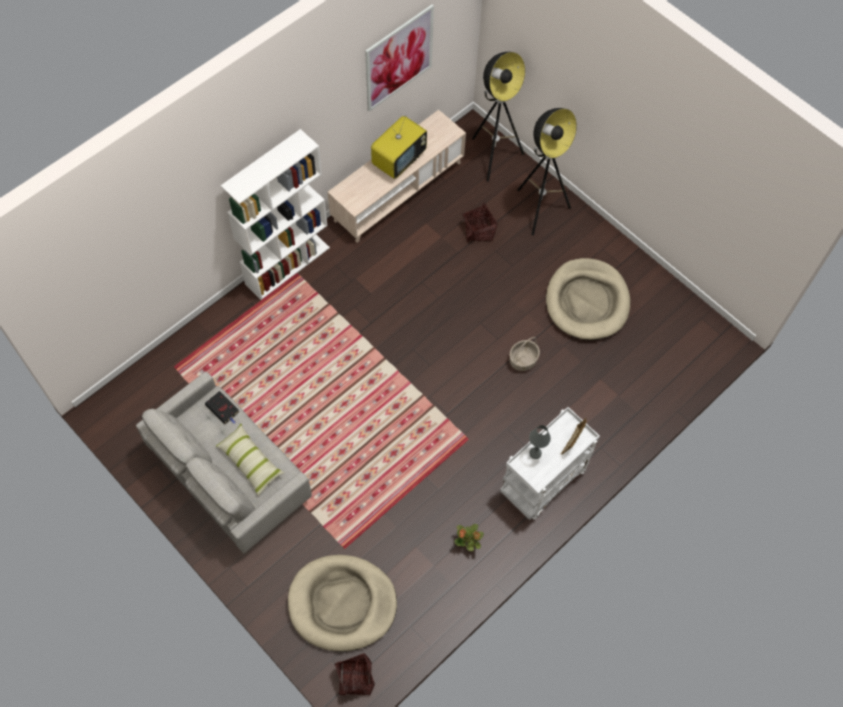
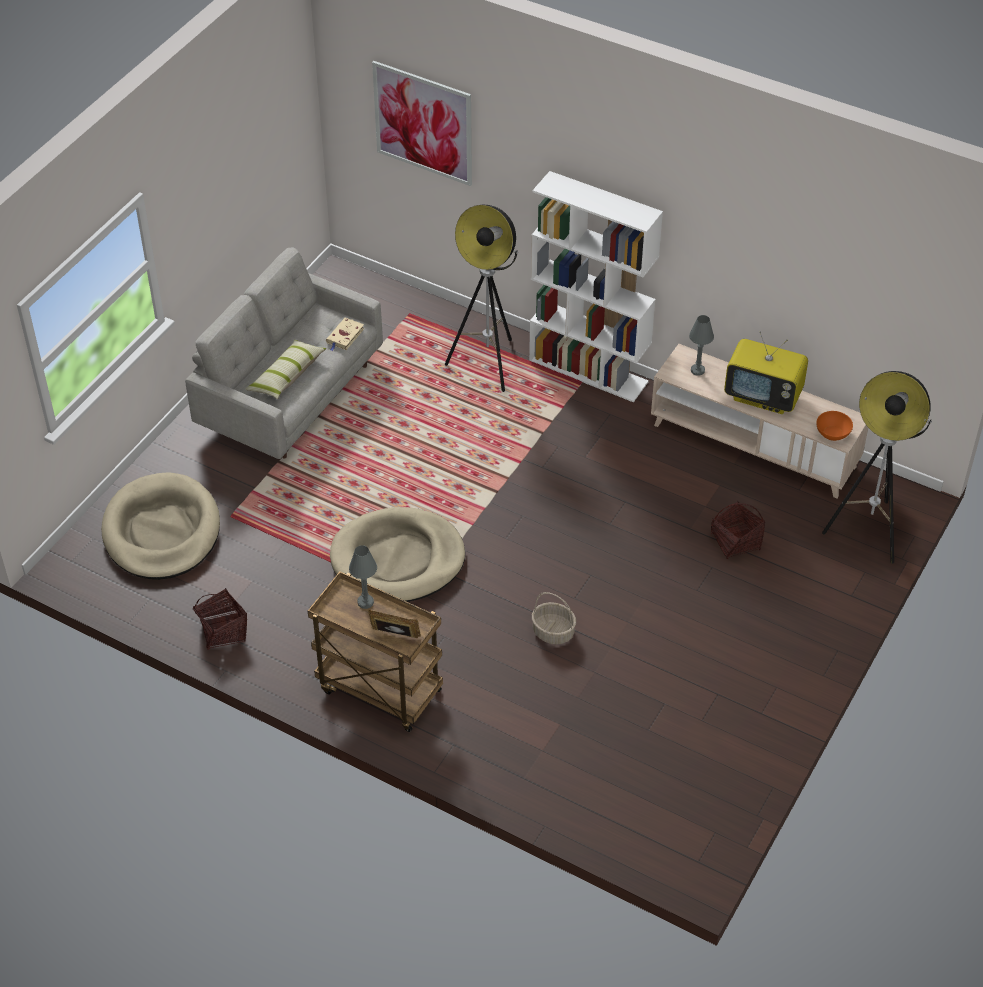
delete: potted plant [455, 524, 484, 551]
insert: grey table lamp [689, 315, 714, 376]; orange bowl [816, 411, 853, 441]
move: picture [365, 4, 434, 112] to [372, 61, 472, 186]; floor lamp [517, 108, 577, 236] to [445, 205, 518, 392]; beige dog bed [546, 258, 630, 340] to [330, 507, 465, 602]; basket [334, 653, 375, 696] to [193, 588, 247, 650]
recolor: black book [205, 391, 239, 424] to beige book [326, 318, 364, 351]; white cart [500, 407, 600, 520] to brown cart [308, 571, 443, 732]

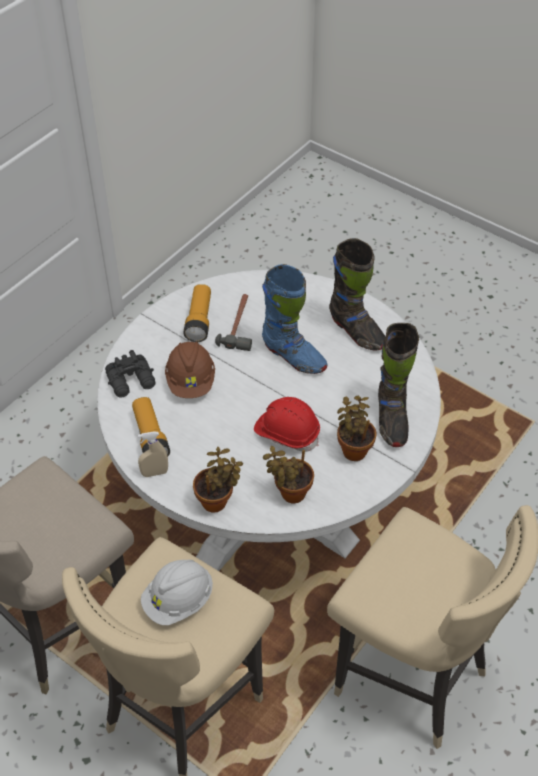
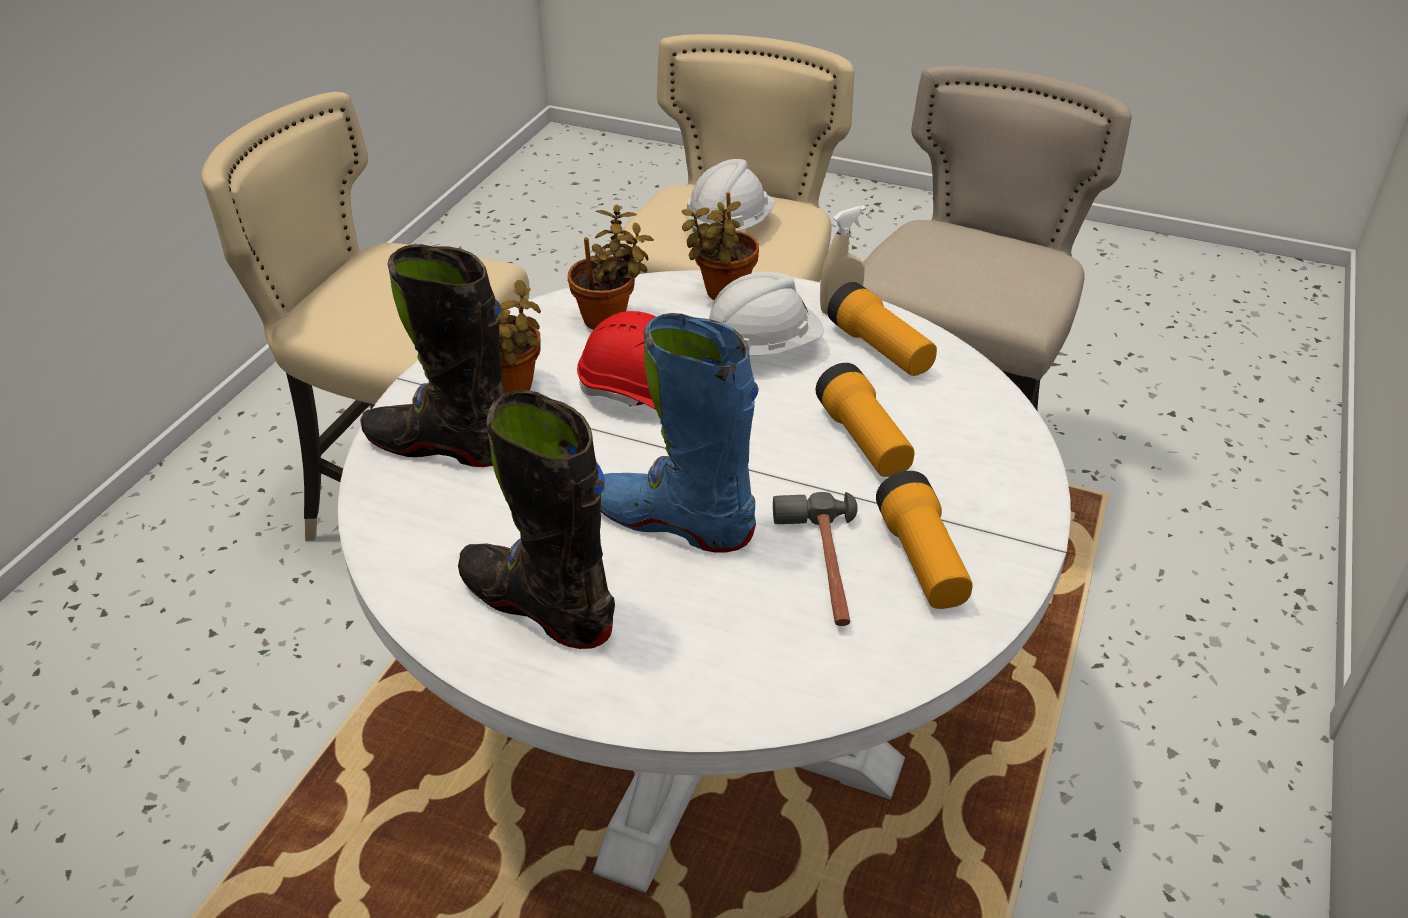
delete: black binoculars [105, 350, 156, 398]
insert: white hard hat [708, 272, 824, 356]
replace: brown hard hat [165, 342, 215, 398] to flashlight [816, 363, 914, 477]
rotate: black boot [378, 323, 419, 447] = [360, 244, 506, 467] 60 degrees counterclockwise

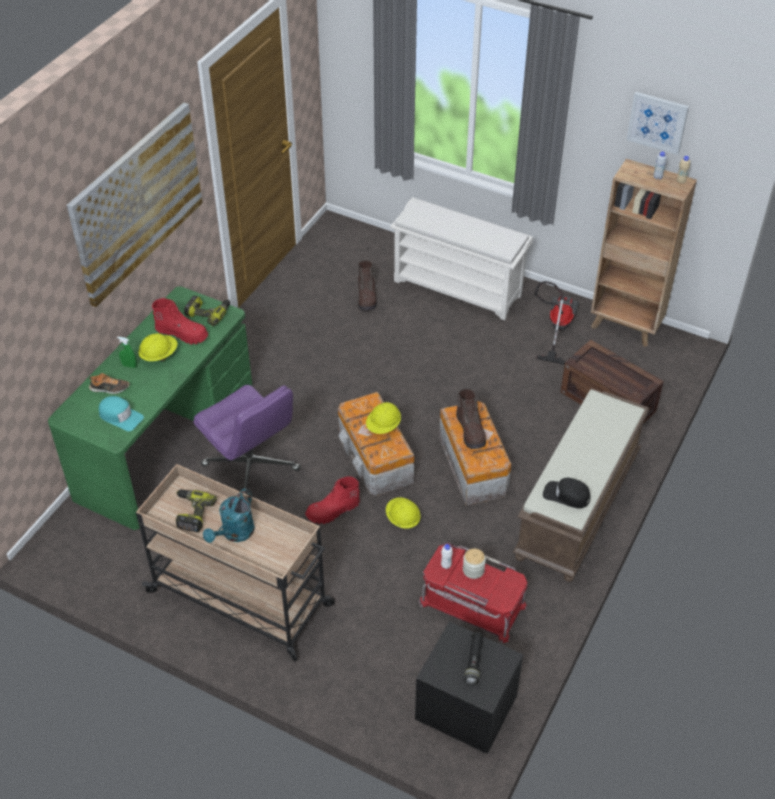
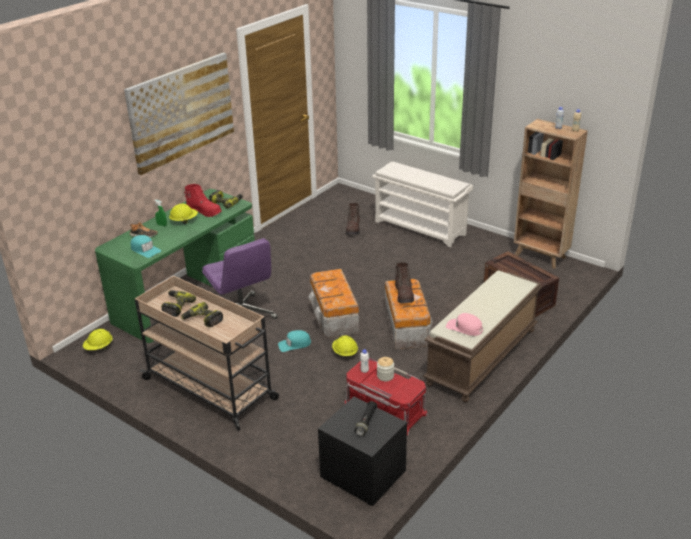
delete: picture [627, 92, 689, 155]; vacuum cleaner [535, 281, 579, 365]
move: yellow hard hat [366, 402, 401, 434] to [83, 329, 113, 350]
replace: red boot [305, 477, 360, 524] to turquoise cap [278, 330, 311, 352]; turquoise watering can [203, 488, 255, 543] to power drill [181, 302, 223, 327]
recolor: black cap [543, 478, 591, 508] to pink cap [446, 313, 483, 336]

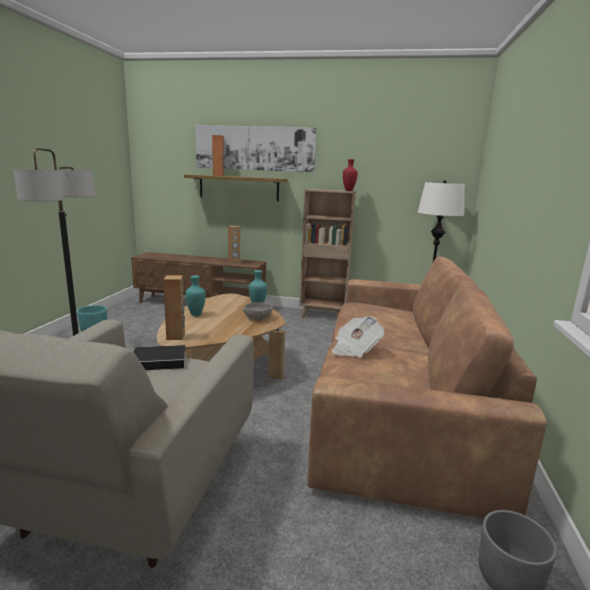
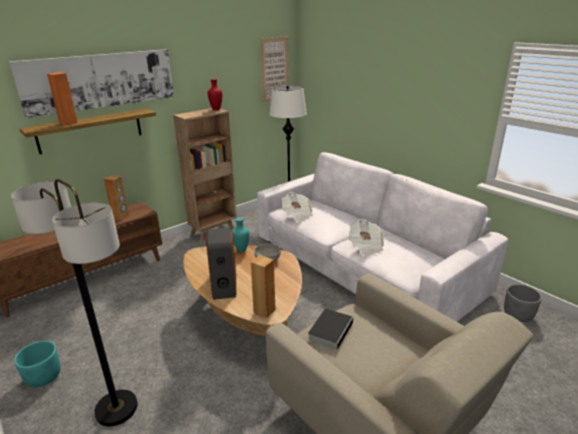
insert: picture [260, 36, 289, 103]; newspaper [282, 192, 313, 223]
replace: turquoise vase [185, 275, 206, 316] to speaker [205, 227, 236, 300]
recolor: brown sofa [307, 257, 547, 519] to white sofa [257, 152, 508, 322]

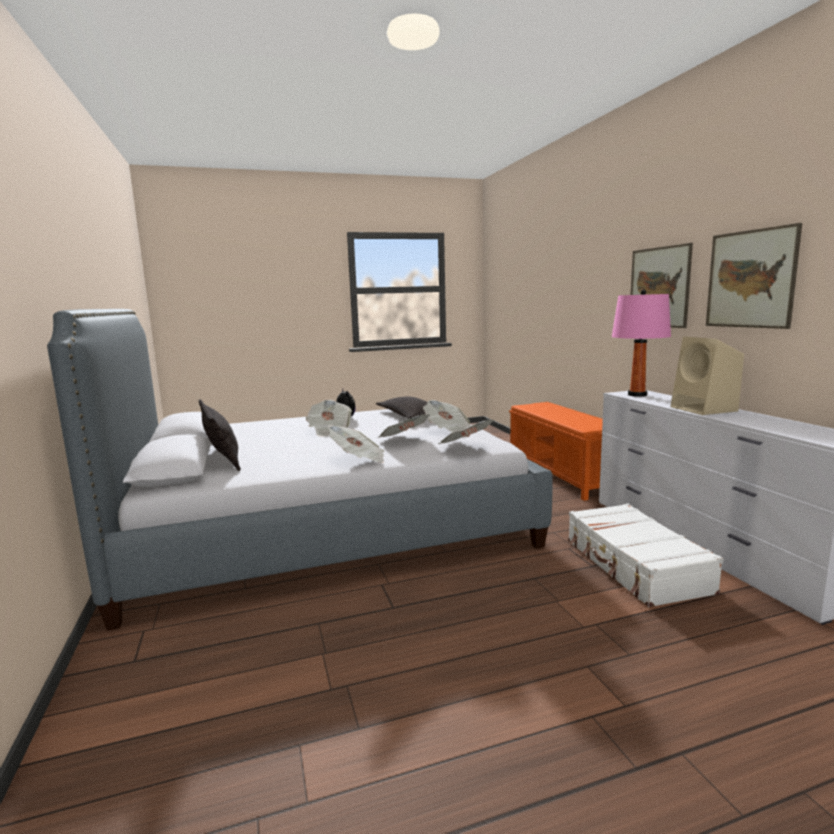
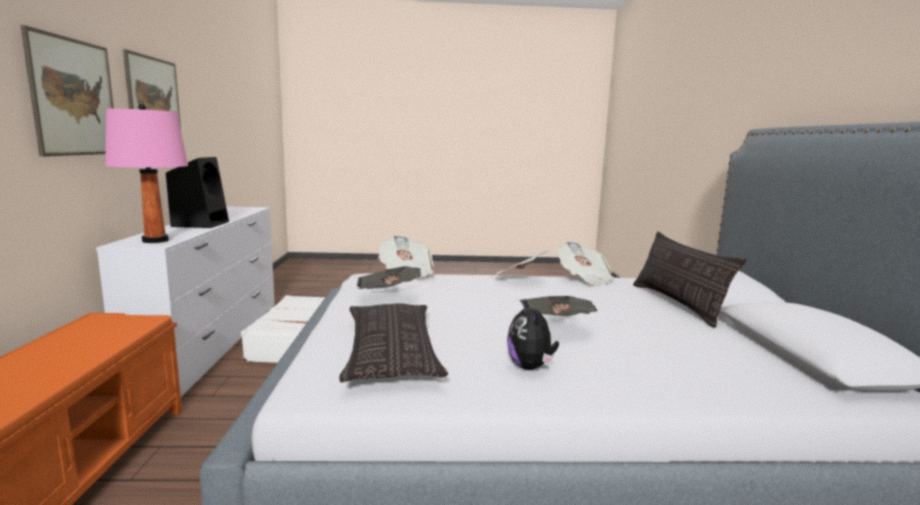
move: newspaper [379, 414, 430, 438] to [558, 241, 614, 287]
recolor: beige speaker [670, 337, 744, 415] to black speaker [166, 157, 229, 228]

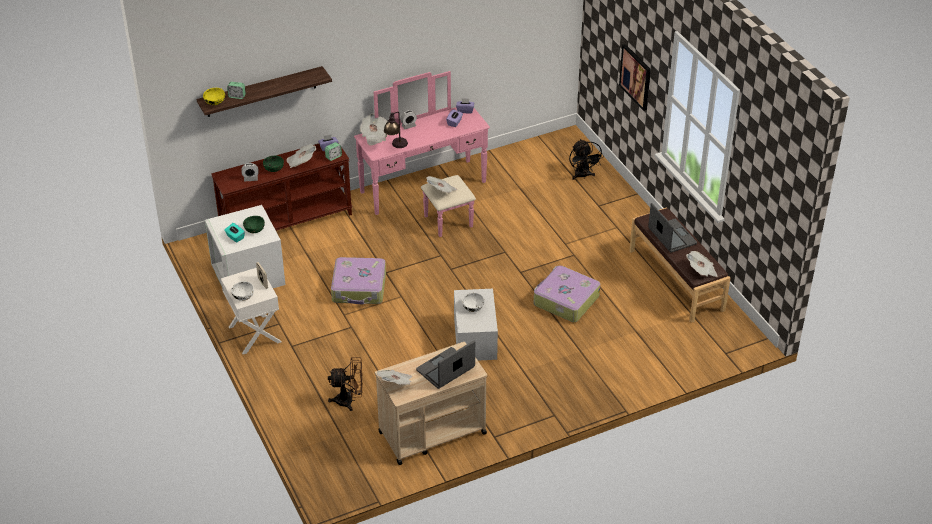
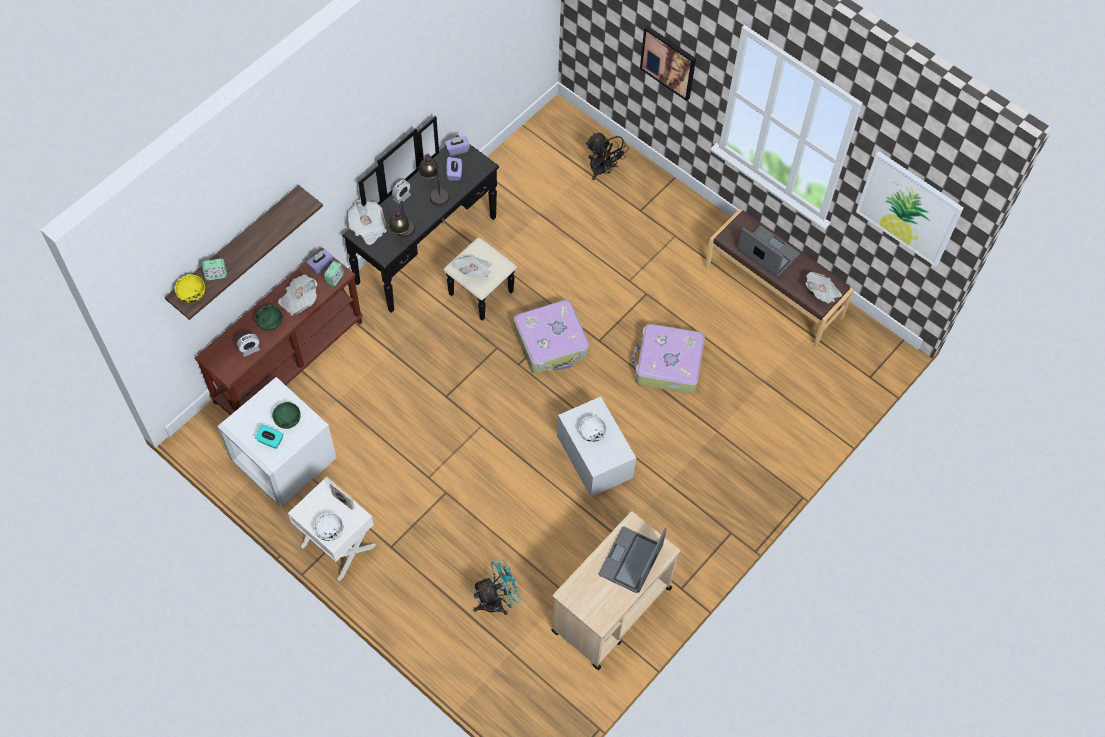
delete: newspaper [377, 370, 412, 385]
insert: picture [856, 151, 964, 267]; table lamp [418, 154, 450, 206]
move: suitcase [331, 257, 386, 305] to [514, 300, 589, 374]
recolor: pink dresser [354, 71, 490, 237] to black dresser [342, 116, 517, 321]; brown fan [328, 358, 362, 411] to turquoise fan [473, 559, 522, 615]

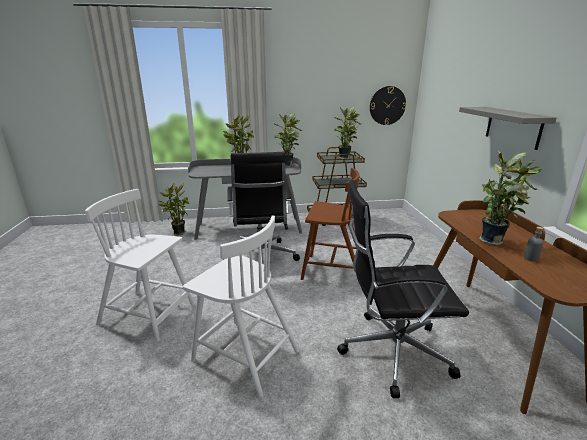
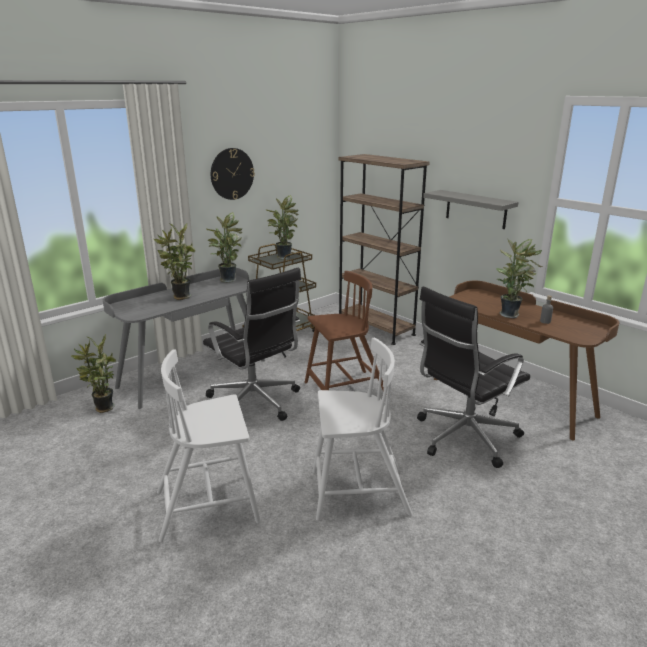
insert: brown bookcase [339, 154, 430, 345]
move: wall clock [370, 86, 406, 125] to [211, 148, 255, 200]

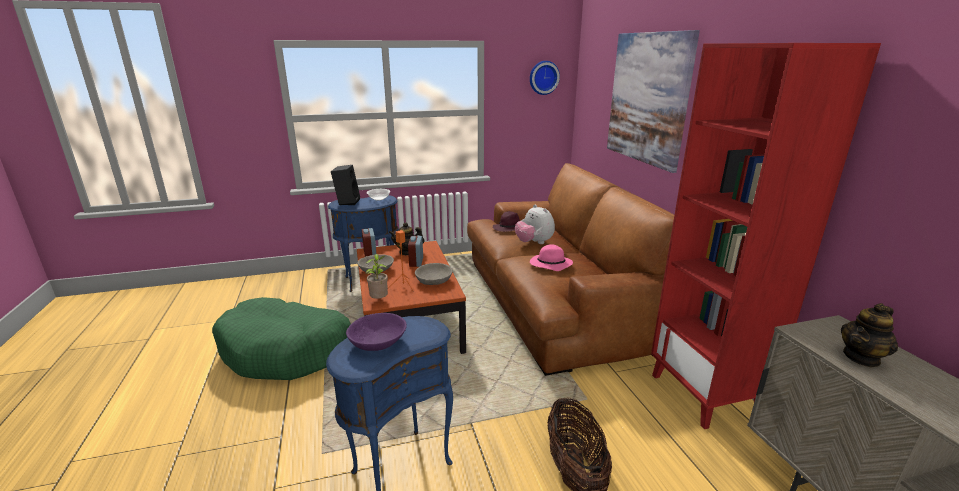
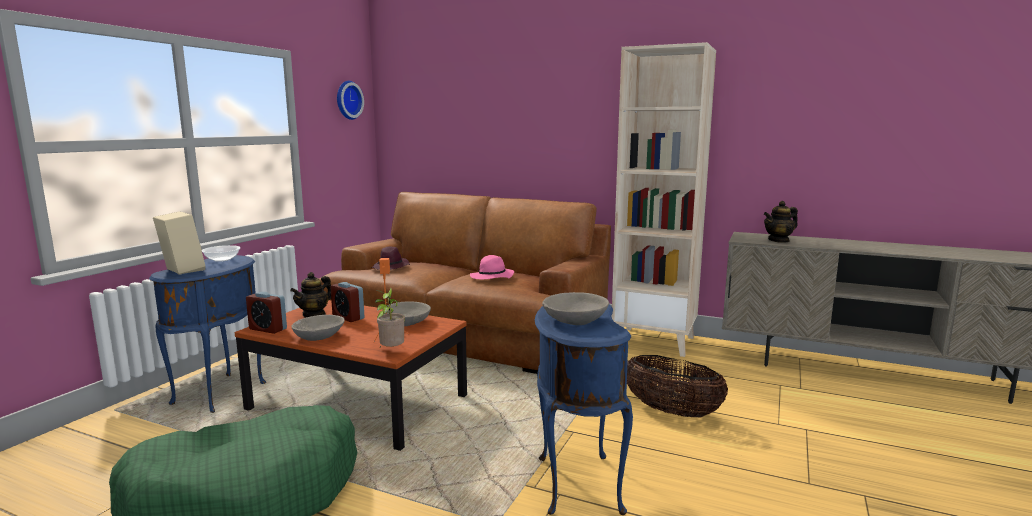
delete: picture [607, 30, 700, 173]; plush toy [515, 205, 555, 244]
recolor: red bookcase [651, 43, 881, 429] to beige bookcase [612, 42, 716, 357]; black speaker [331, 165, 360, 205] to beige speaker [153, 211, 205, 275]; purple bowl [346, 313, 407, 351] to grey bowl [542, 292, 609, 325]
rotate: teapot [841, 303, 898, 368] = [764, 201, 798, 243] 60 degrees clockwise

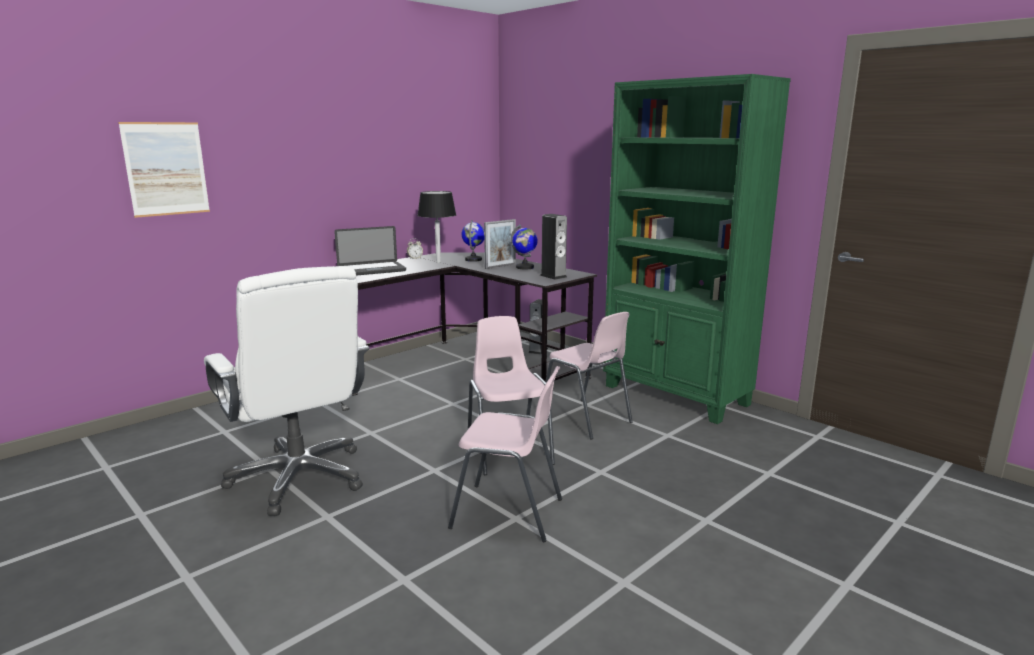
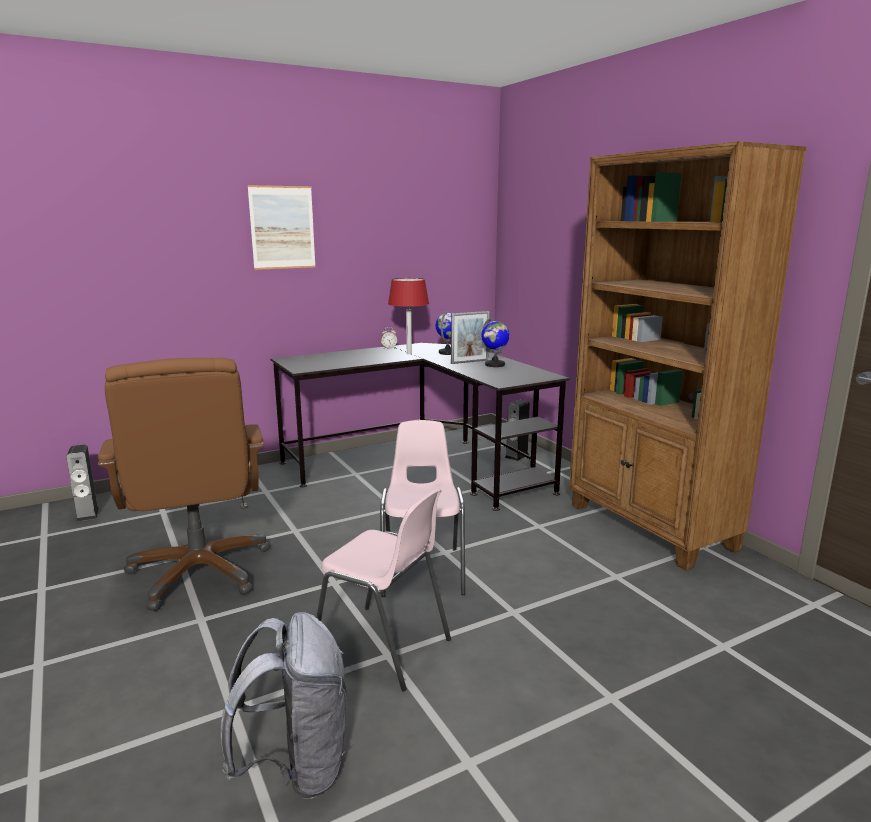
delete: laptop [334, 226, 406, 276]; pink chair [545, 312, 633, 439]
insert: grey backpack [221, 612, 347, 799]
move: picture [118, 122, 210, 218] to [247, 185, 316, 270]; speaker [540, 214, 568, 280] to [66, 445, 99, 522]
recolor: green bookcase [603, 74, 791, 424] to brown bookcase [569, 141, 806, 570]; black table lamp [417, 191, 456, 263] to red table lamp [388, 278, 429, 354]; white office chair [204, 266, 370, 516] to brown office chair [98, 358, 270, 611]

